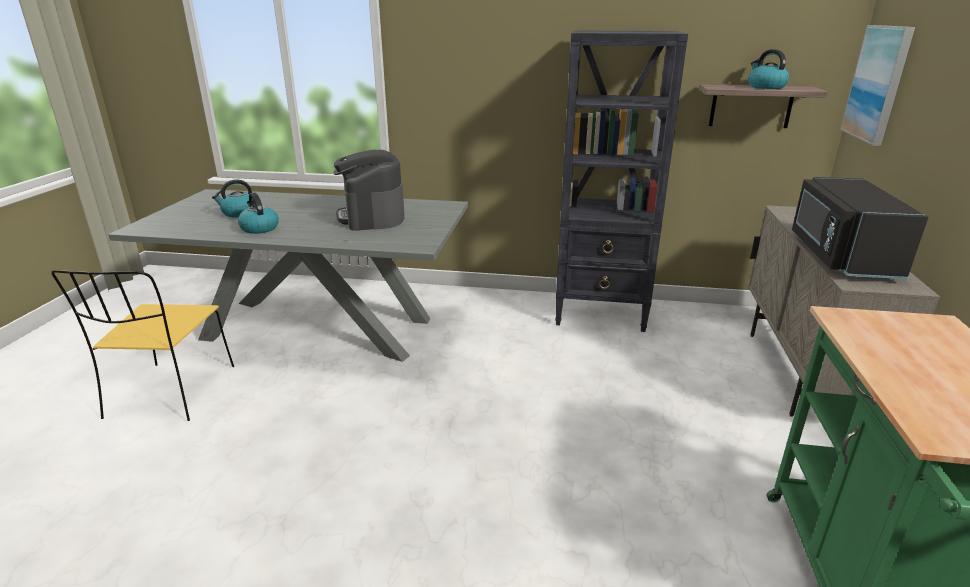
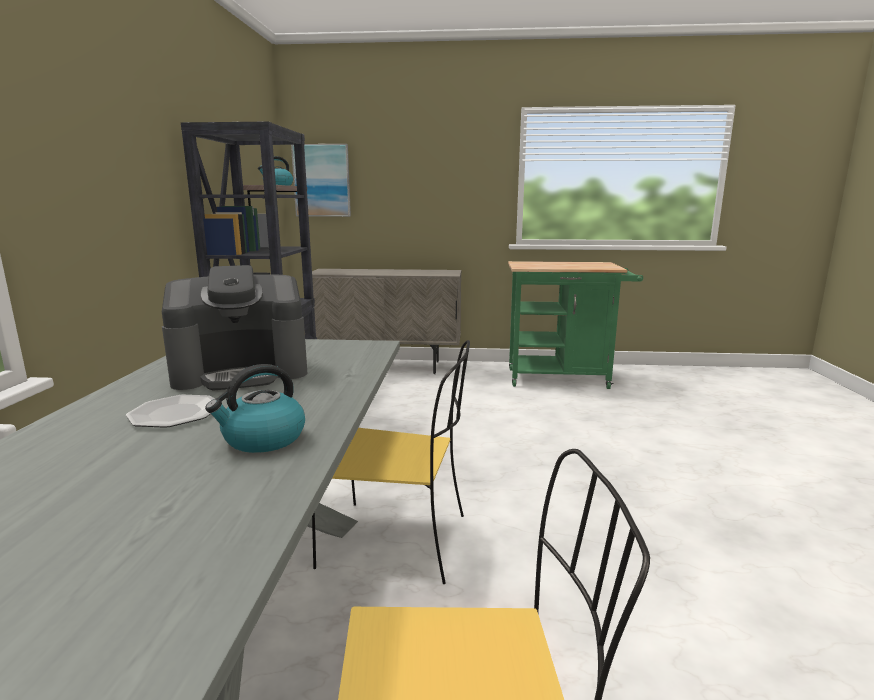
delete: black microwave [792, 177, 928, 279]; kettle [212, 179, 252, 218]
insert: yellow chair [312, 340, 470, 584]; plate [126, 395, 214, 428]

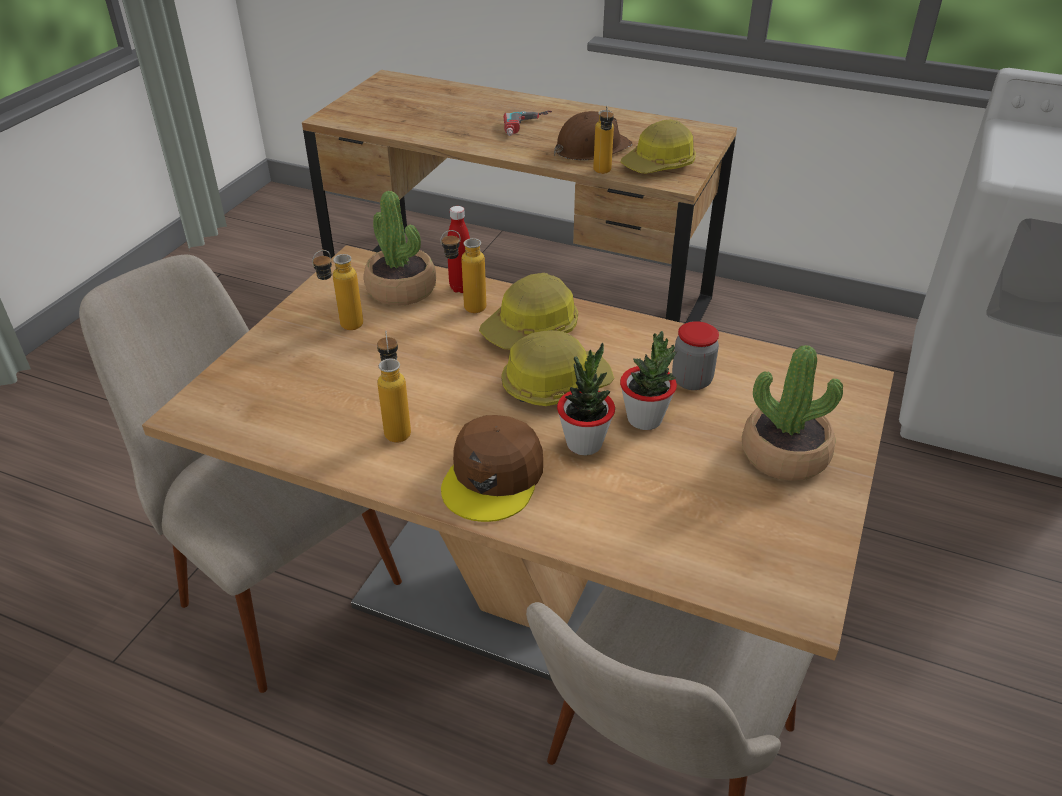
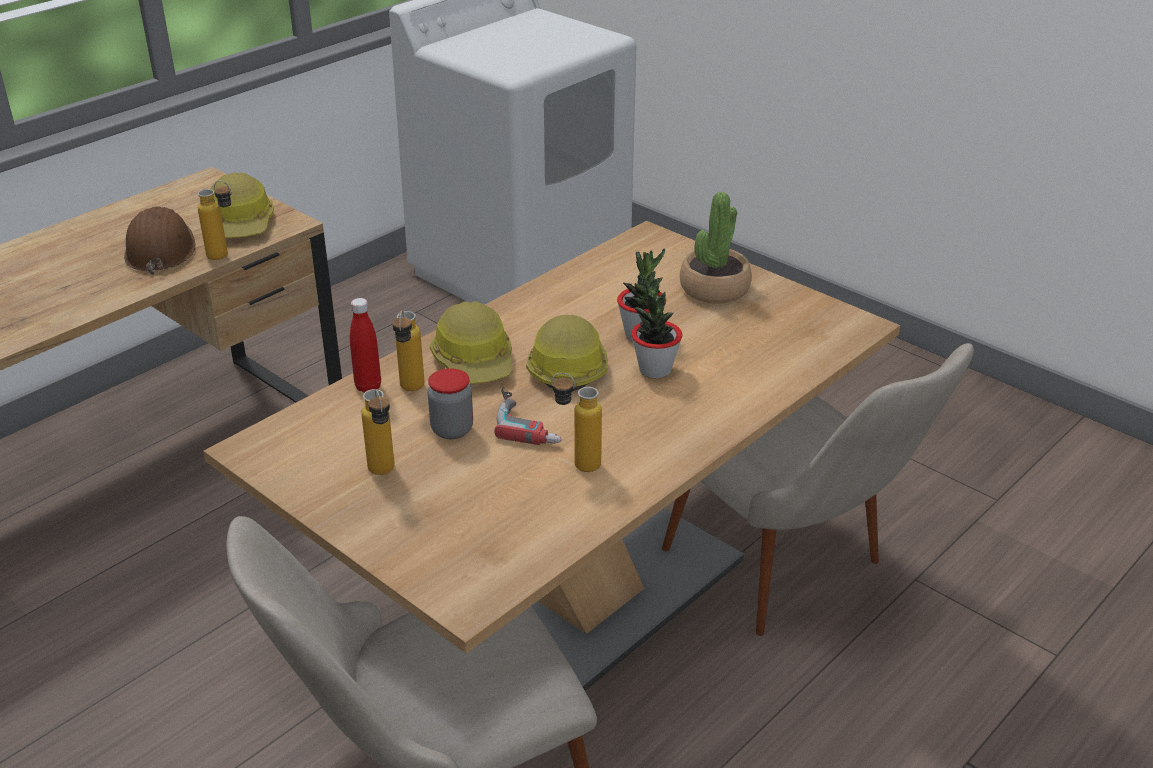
delete: potted plant [364, 191, 436, 306]; brown cap [441, 415, 543, 522]
move: power drill [504, 111, 552, 136] to [494, 387, 562, 445]; jar [672, 321, 719, 390] to [428, 368, 473, 439]

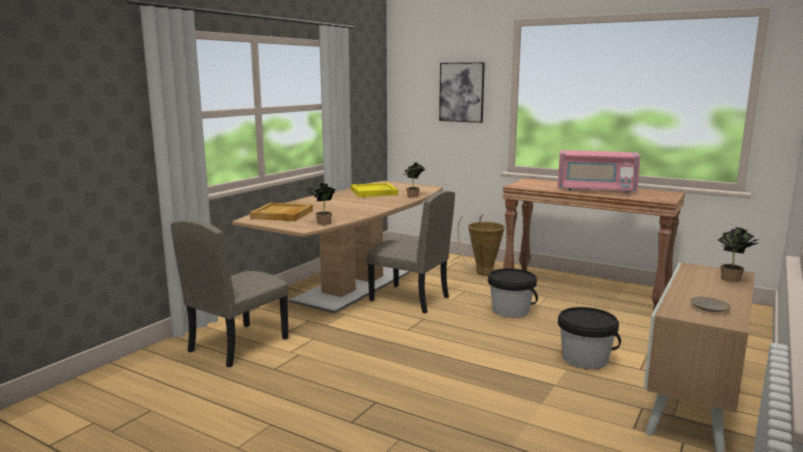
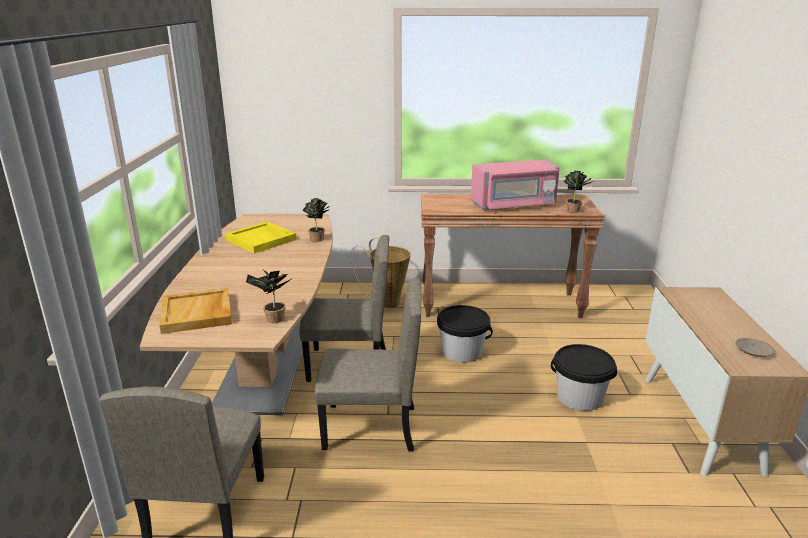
delete: picture [439, 62, 485, 123]
insert: beige chair [315, 277, 421, 452]
move: potted plant [718, 227, 759, 282] to [564, 171, 594, 213]

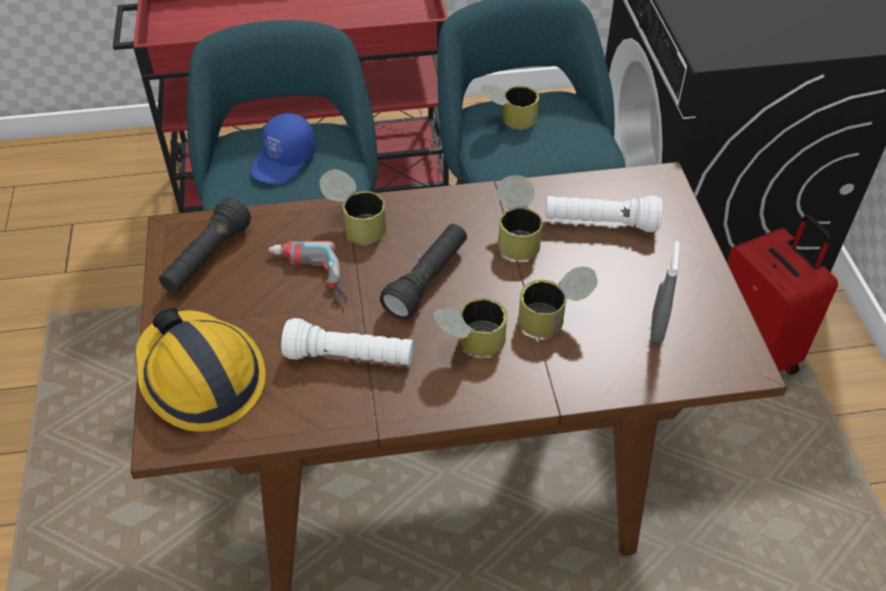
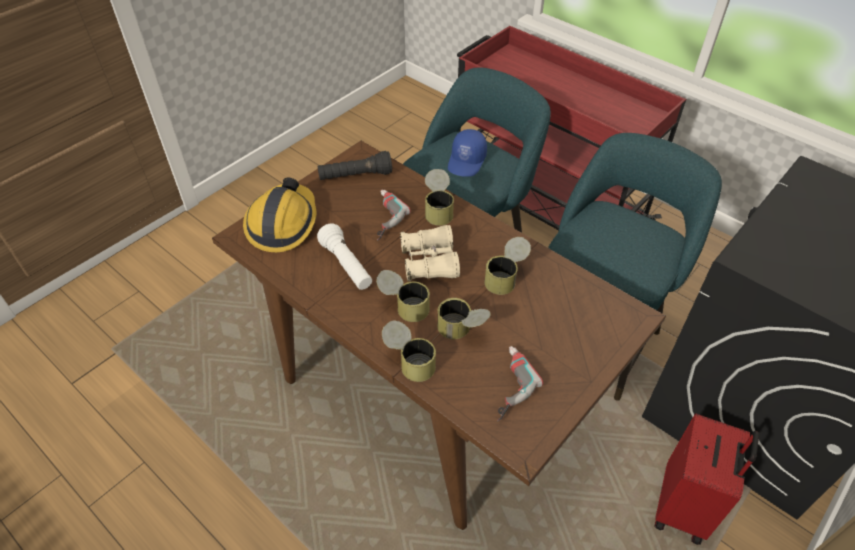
delete: white flashlight [546, 196, 662, 232]
move: can [482, 84, 539, 129] to [382, 320, 436, 382]
replace: black flashlight [380, 224, 467, 320] to beige binoculars [400, 225, 460, 281]; grey spray bottle [650, 241, 680, 343] to power drill [497, 346, 543, 421]
rotate: blue cap [250, 113, 316, 184] = [448, 129, 487, 177] 60 degrees counterclockwise

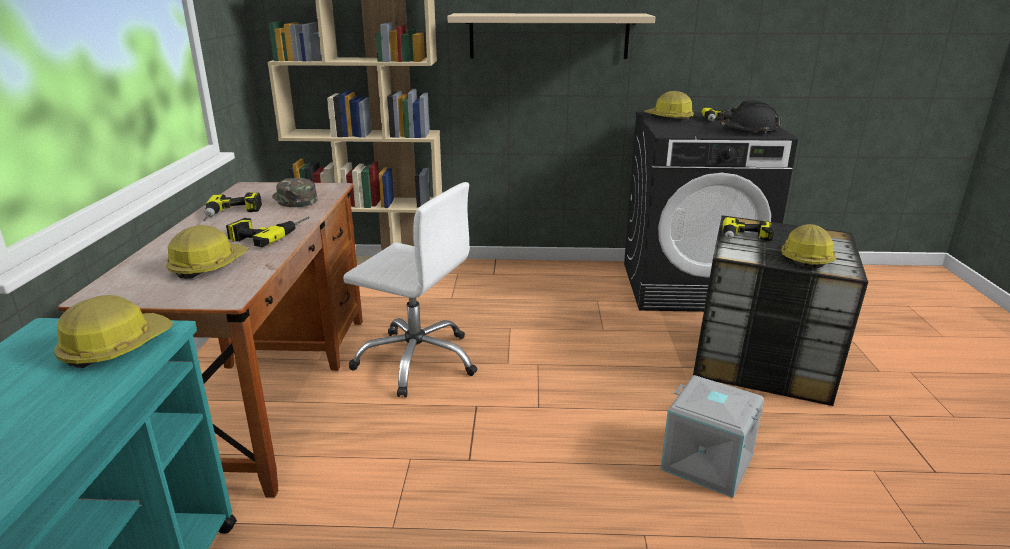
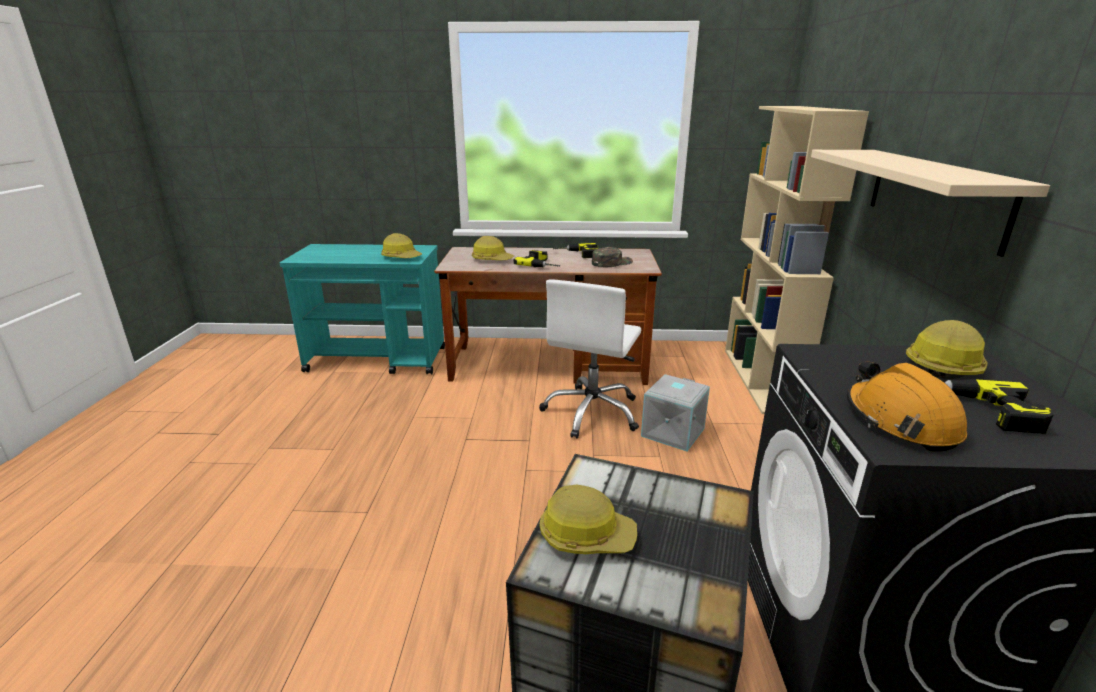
delete: power drill [722, 217, 774, 244]
move: grey storage box [661, 375, 764, 498] to [641, 374, 710, 451]
recolor: black hard hat [720, 100, 781, 133] to orange hard hat [847, 361, 967, 452]

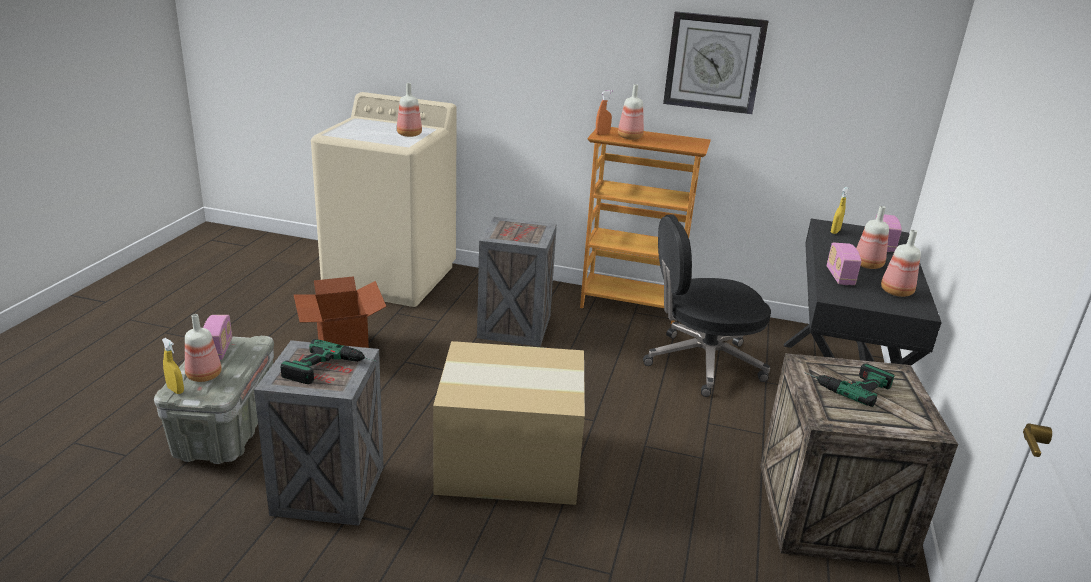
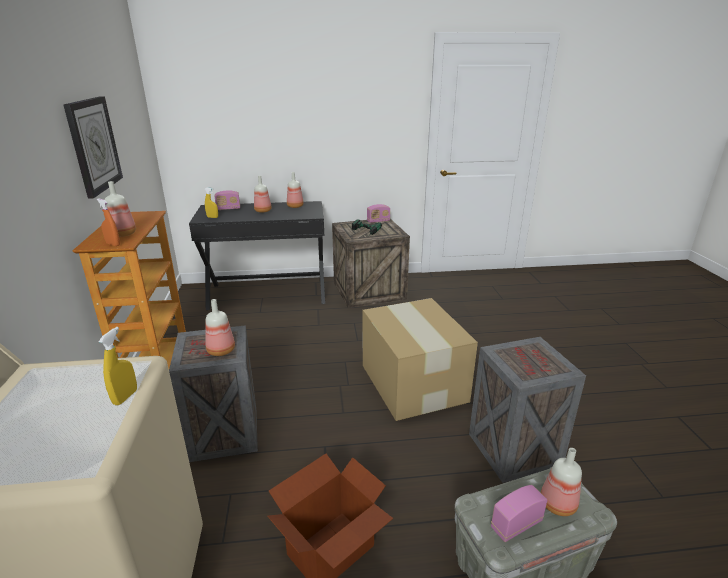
delete: black office chair [643, 214, 771, 397]; power drill [280, 339, 376, 384]
move: bottle [397, 83, 422, 137] to [205, 299, 235, 356]; radio [827, 243, 861, 285] to [367, 204, 390, 223]; yellow spray bottle [162, 338, 184, 394] to [99, 327, 137, 405]

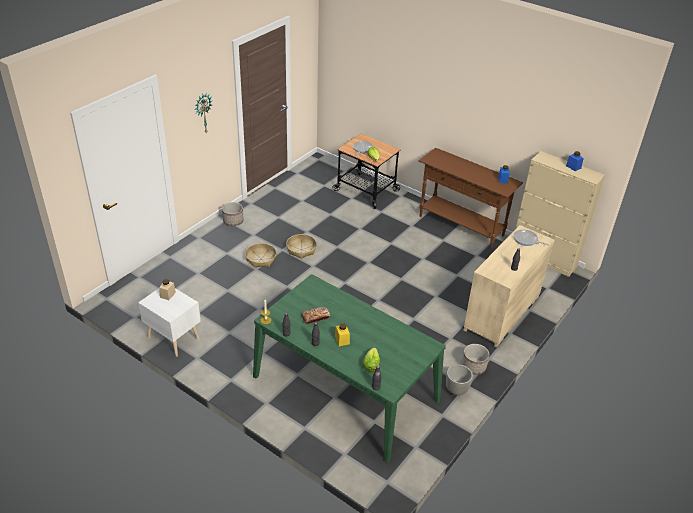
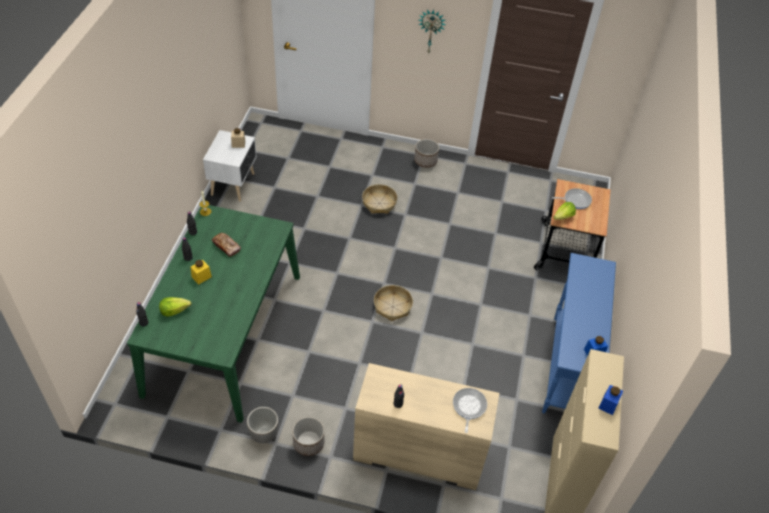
move: basket [286, 234, 317, 259] to [374, 285, 413, 321]
recolor: brown console table [419, 148, 523, 249] to blue console table [542, 253, 616, 413]

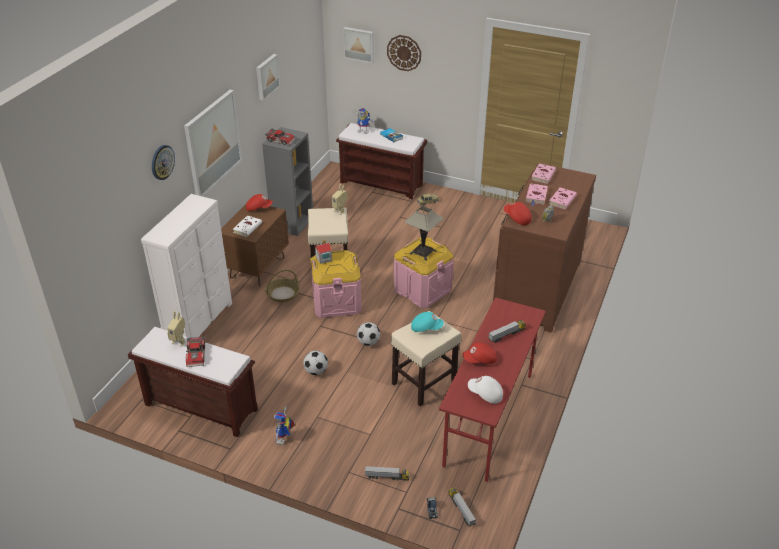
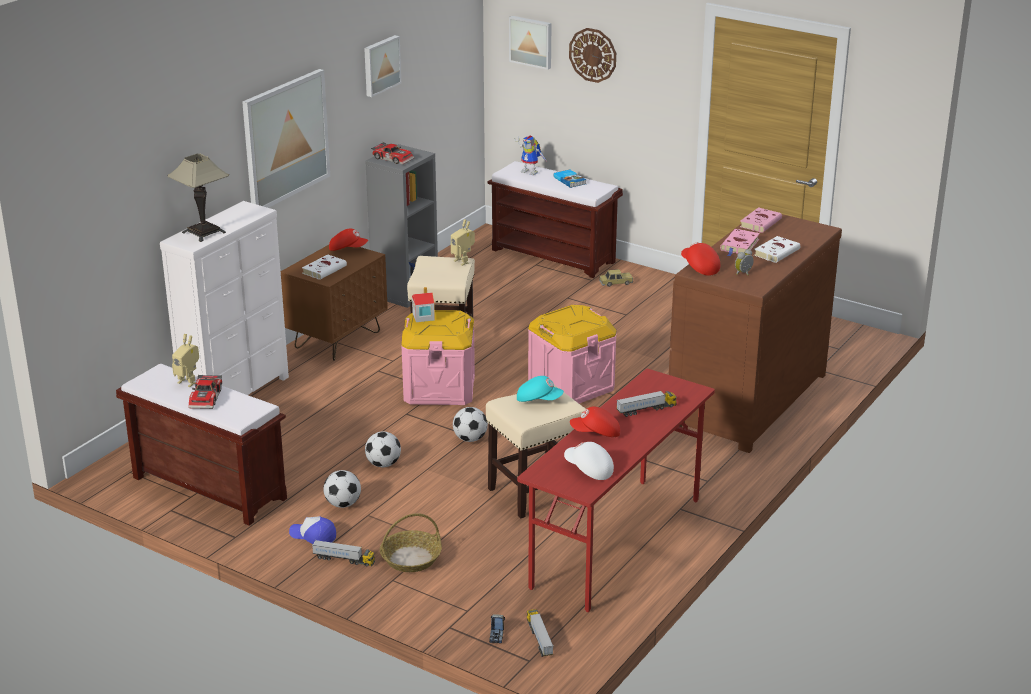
delete: wall clock [152, 145, 175, 180]
insert: football [323, 470, 361, 508]
move: table lamp [404, 206, 443, 261] to [167, 154, 229, 242]; basket [265, 270, 300, 303] to [380, 513, 442, 572]; toy truck [365, 466, 409, 481] to [312, 540, 375, 566]
replace: toy robot [274, 406, 295, 445] to cap [289, 516, 336, 544]
recolor: pink book [549, 187, 577, 209] to white book [754, 236, 800, 263]

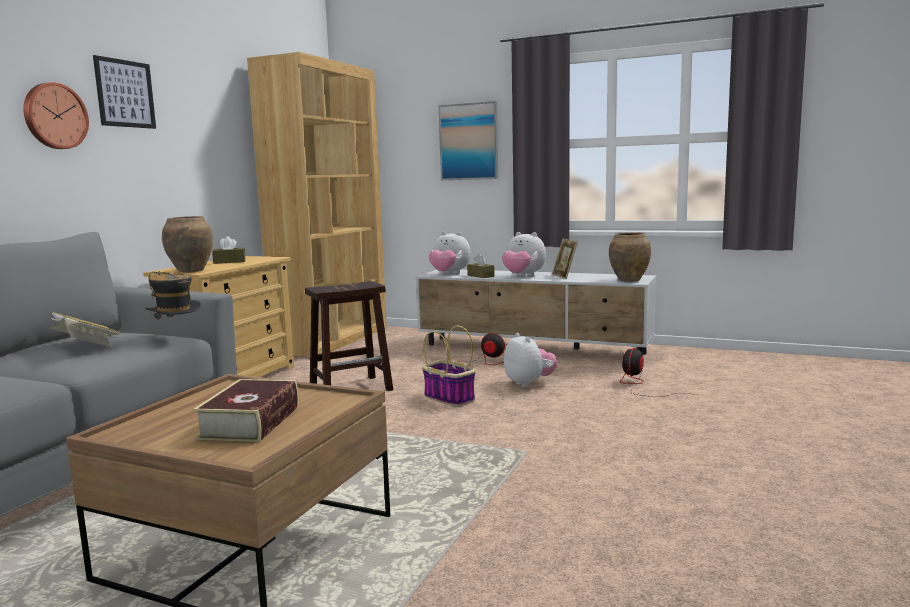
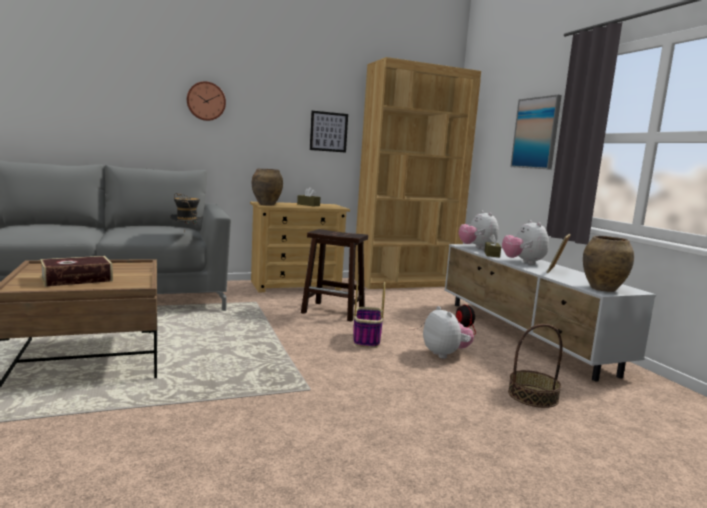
delete: book [49, 312, 122, 348]
move: picture [93, 55, 156, 129] to [310, 111, 348, 153]
replace: fan [620, 348, 697, 397] to basket [508, 324, 563, 408]
rotate: plush toy [504, 333, 557, 388] = [423, 306, 474, 359] 45 degrees counterclockwise

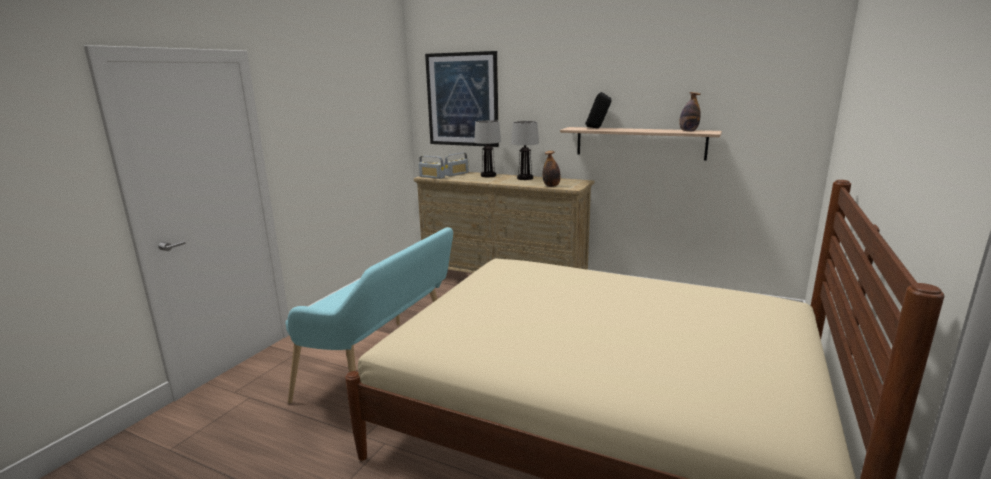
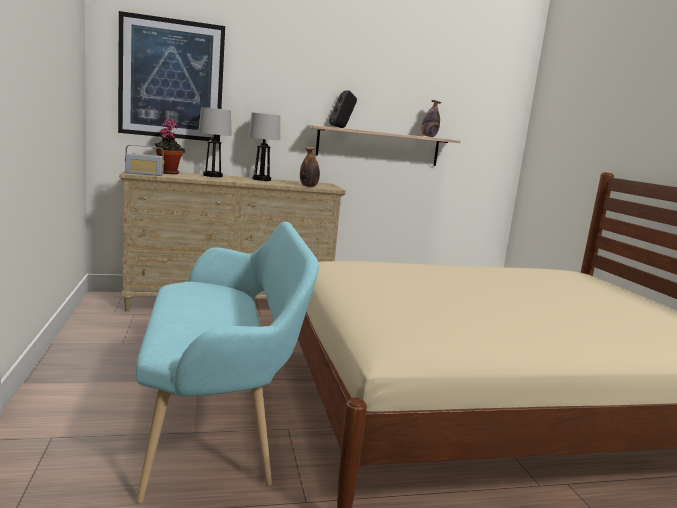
replace: radio [444, 153, 469, 176] to potted plant [155, 119, 185, 174]

